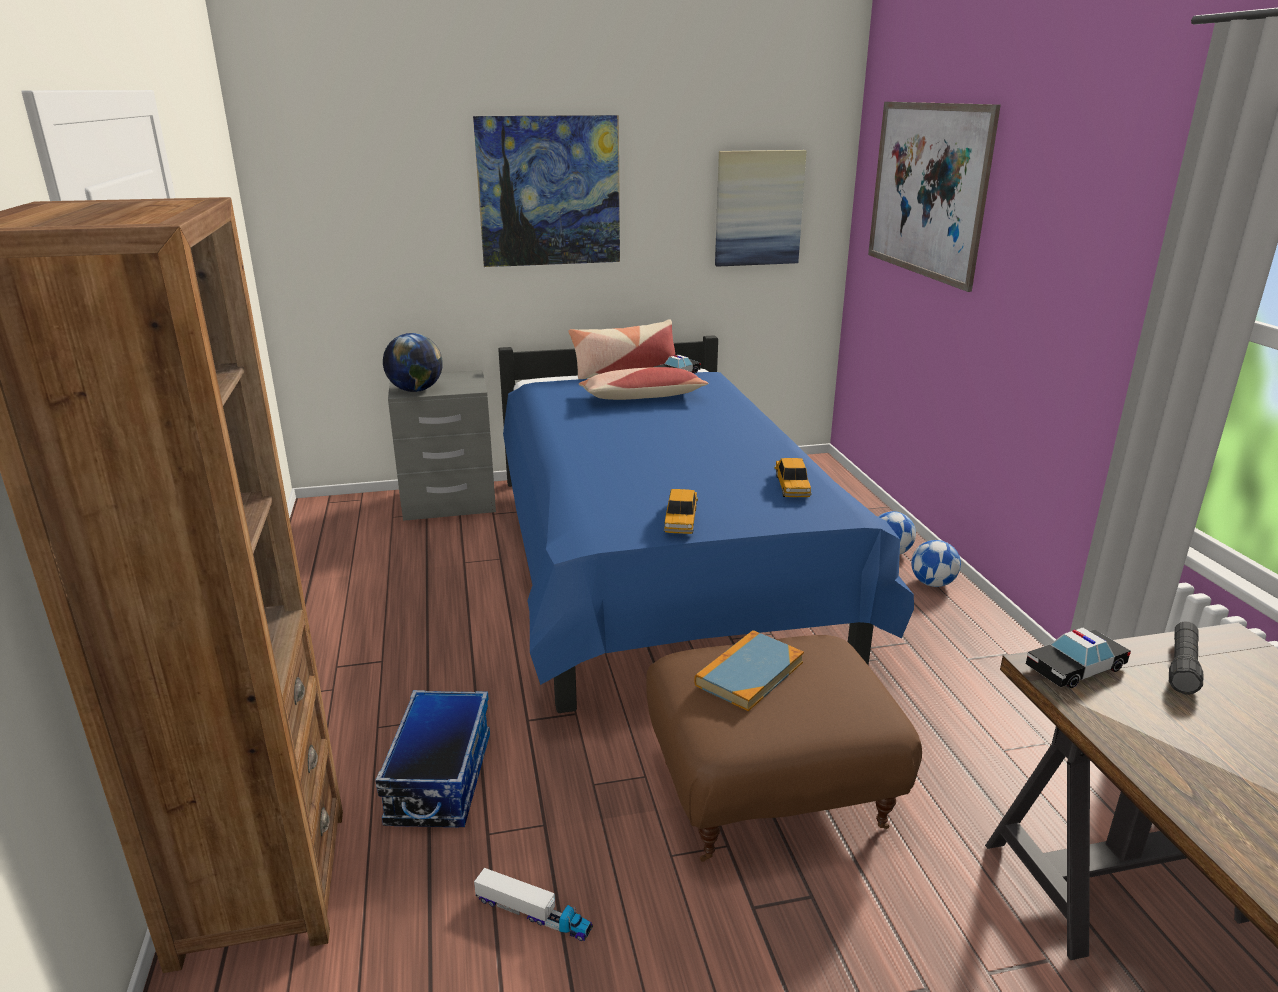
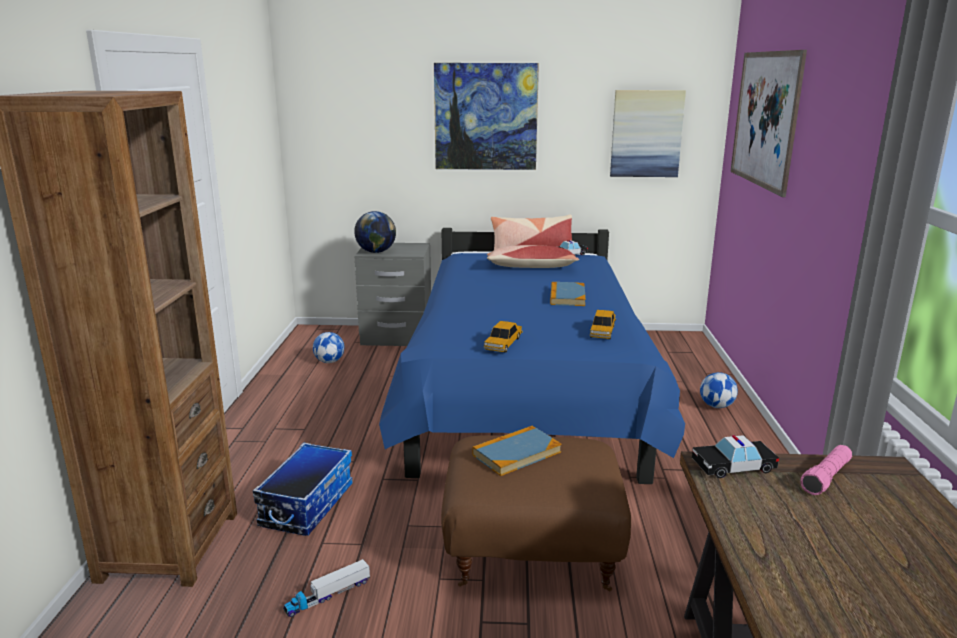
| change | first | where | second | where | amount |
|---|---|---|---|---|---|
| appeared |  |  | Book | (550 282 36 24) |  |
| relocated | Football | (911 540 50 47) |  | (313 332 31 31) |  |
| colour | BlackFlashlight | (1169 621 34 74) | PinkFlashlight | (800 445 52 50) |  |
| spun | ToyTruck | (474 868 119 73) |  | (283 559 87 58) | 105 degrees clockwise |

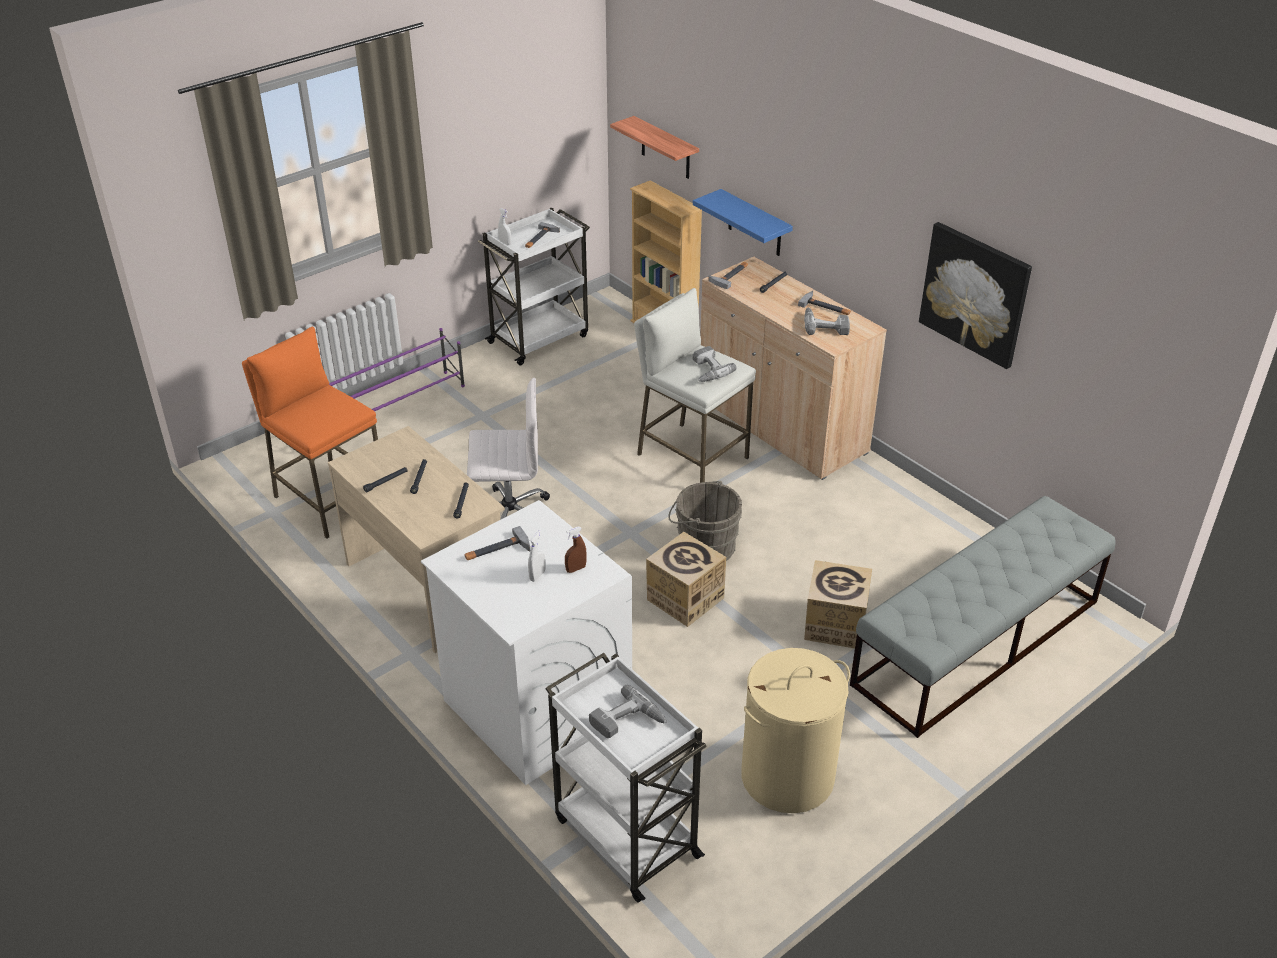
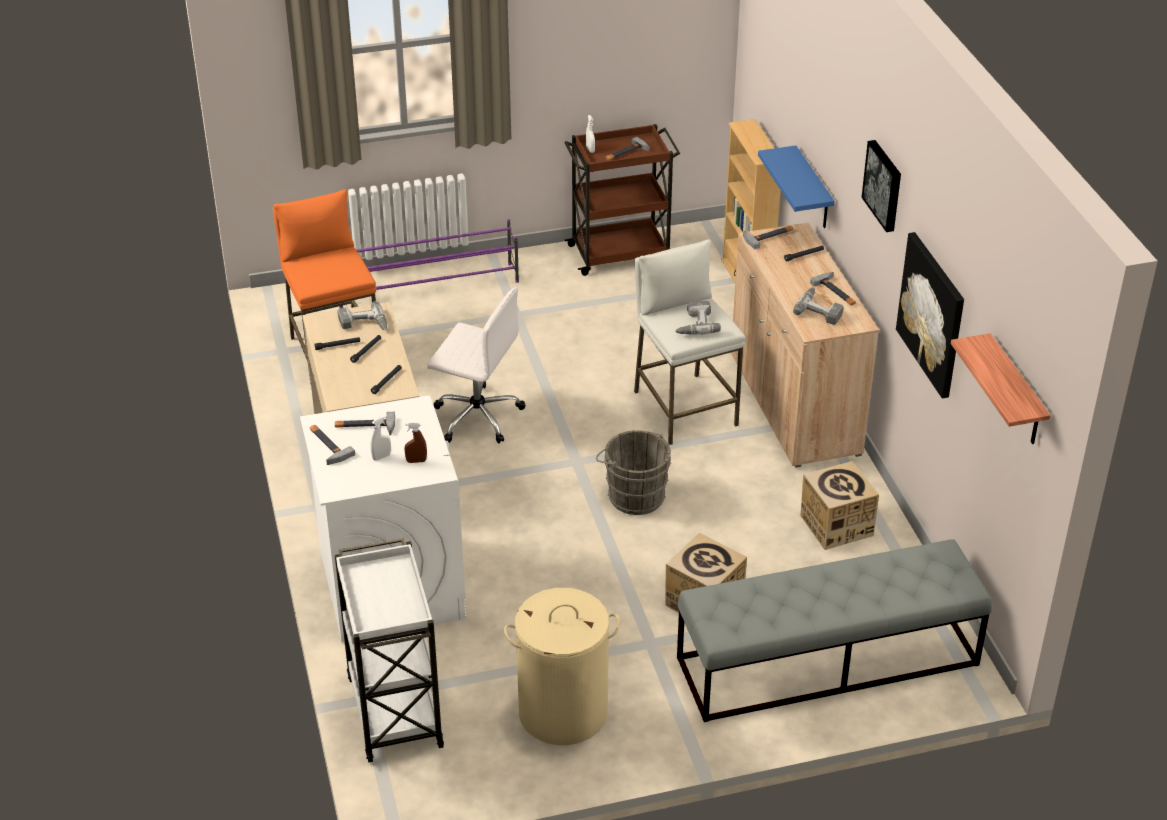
| change | first | where | second | where | amount |
|---|---|---|---|---|---|
| appeared |  |  | Hammer | (310 425 45 40) |  |
| appeared |  |  | Picture | (861 140 40 92) |  |
| relocated | PowerDrill | (589 685 78 53) |  | (337 301 50 29) |  |
| relocated | Shelf | (610 116 89 63) |  | (951 333 100 111) |  |
| relocated | CardboardBox | (646 532 80 95) |  | (800 461 79 89) |  |
| colour | WhiteCart | (478 208 112 157) | BrownCart | (564 124 116 152) |  |

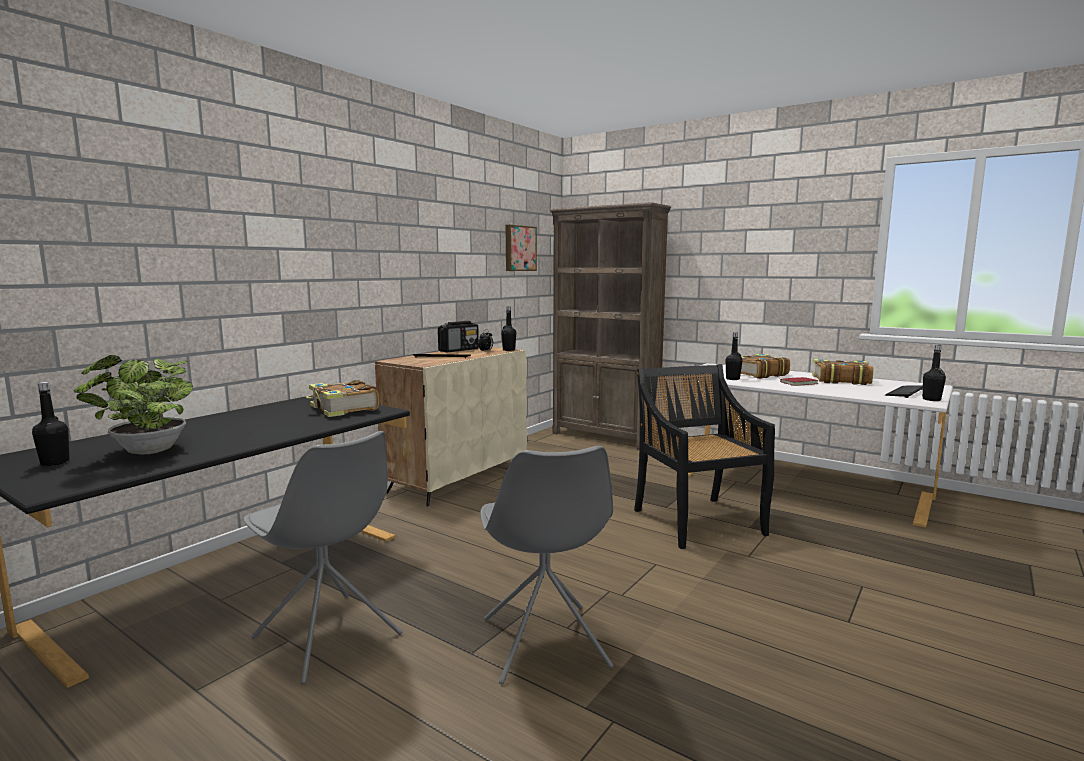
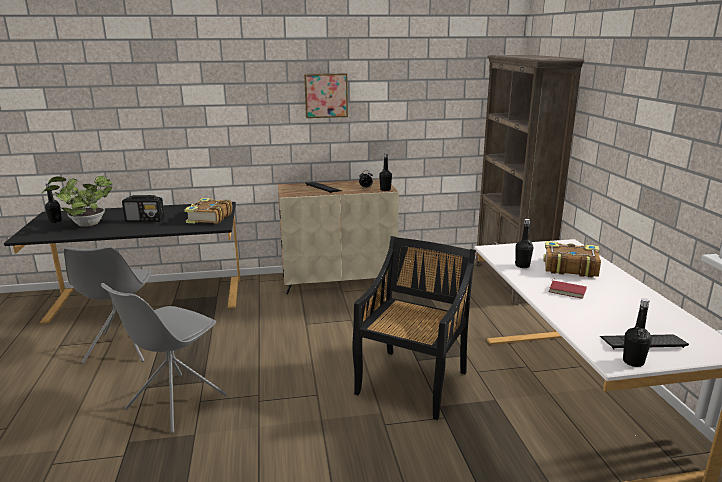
| change | first | where | second | where | amount |
|---|---|---|---|---|---|
| missing | Book | (812 359 62 26) |  |  |  |
| relocated | Radio | (438 321 41 32) |  | (122 195 43 27) |  |
| relocated | Picture | (506 225 31 46) |  | (304 73 44 45) |  |

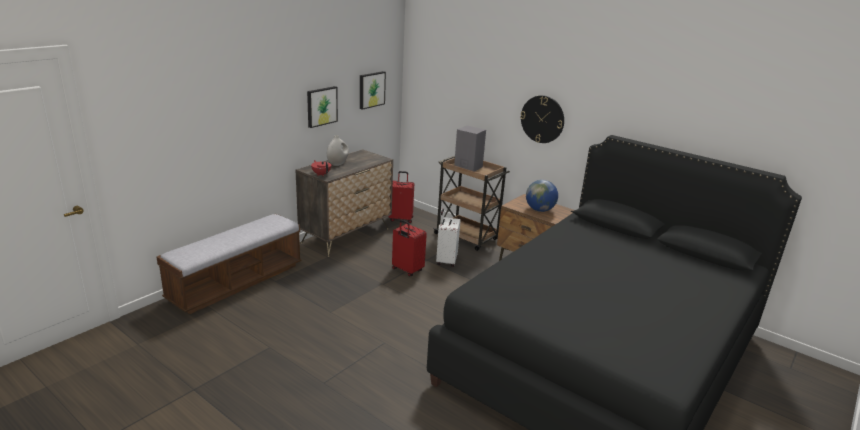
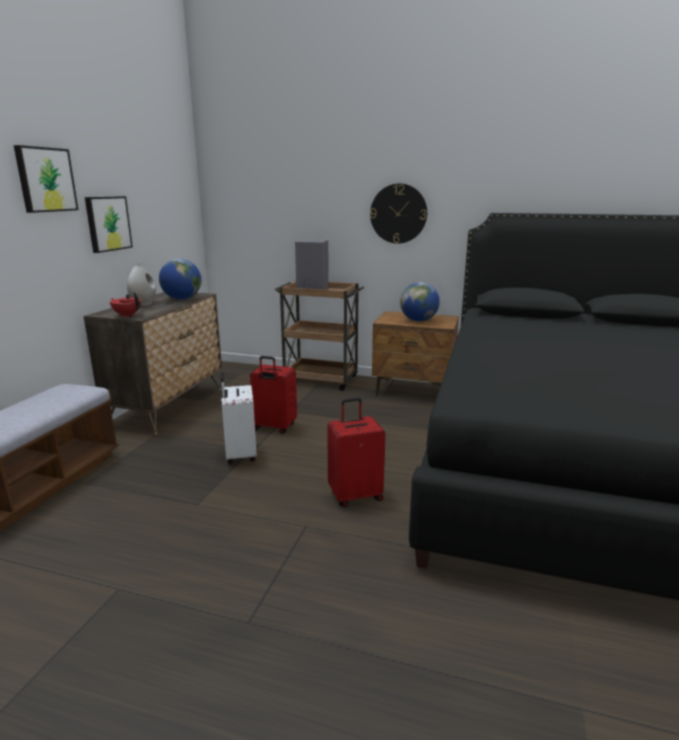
| change | first | where | second | where | amount |
|---|---|---|---|---|---|
| appeared |  |  | Globe | (159 259 42 41) |  |
| relocated | Picture | (360 71 26 39) |  | (14 145 64 68) |  |
| relocated | RedSuitcase | (388 171 26 52) |  | (327 397 58 110) |  |
| relocated | WhiteSuitcase | (436 209 25 58) |  | (221 372 36 92) |  |

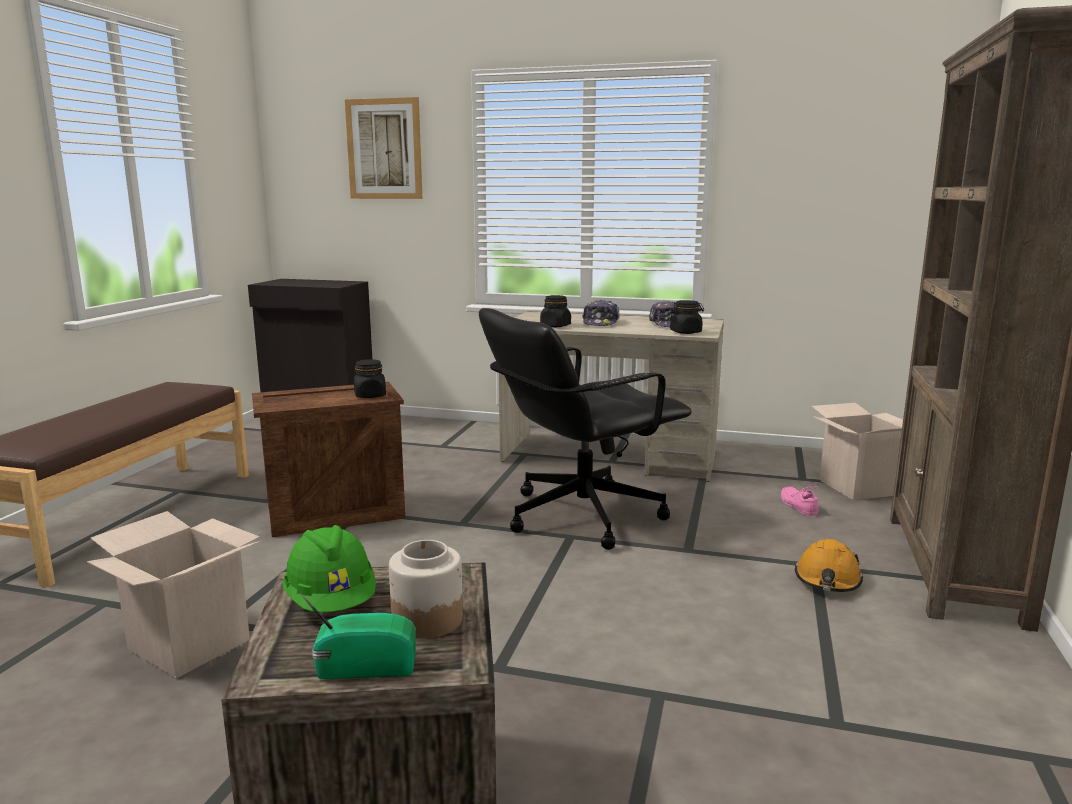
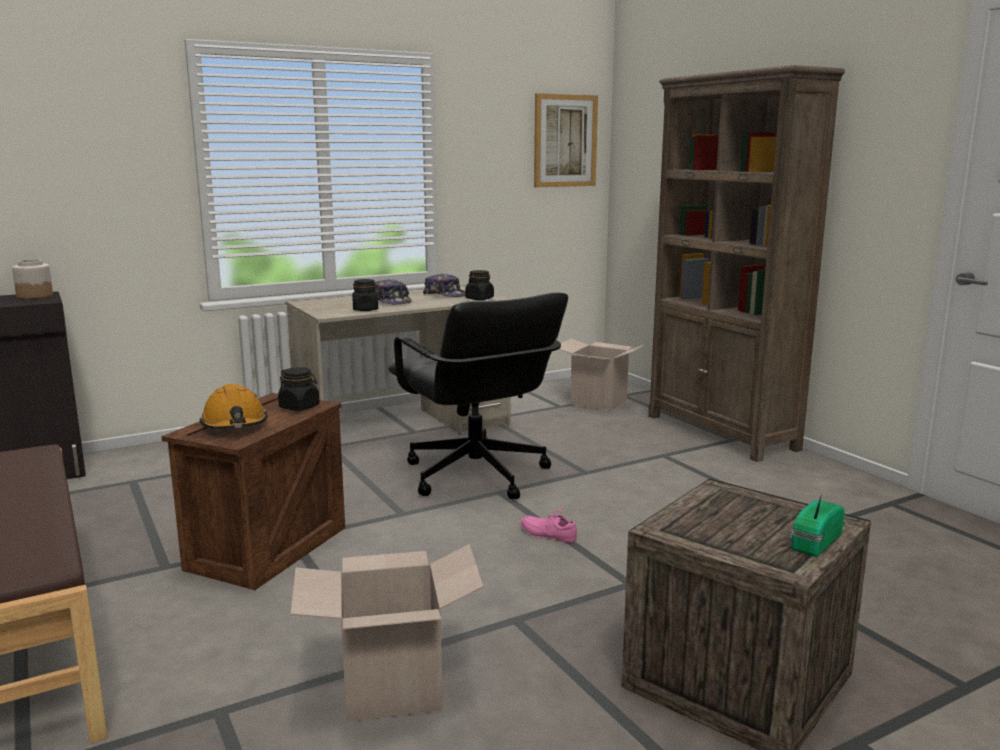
| change | first | where | second | where | amount |
|---|---|---|---|---|---|
| missing | GreenHardHat | (283 525 93 88) |  |  |  |
| relocated | Picture | (345 97 77 102) |  | (534 93 64 94) |  |
| relocated | Jar | (389 540 74 99) |  | (12 259 41 40) |  |
| relocated | PinkShoe | (781 482 38 34) |  | (521 503 56 40) |  |
| relocated | OrangeHardHat | (795 539 68 53) |  | (199 384 68 45) |  |
| spun | BlackOfficeChair | (479 308 213 242) |  | (388 292 180 207) | 45 degrees counterclockwise |

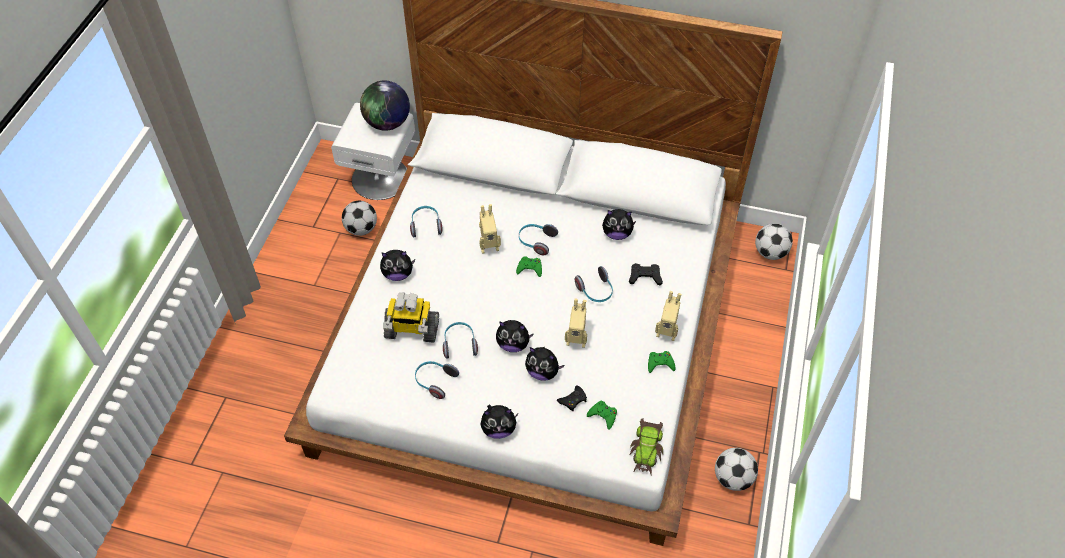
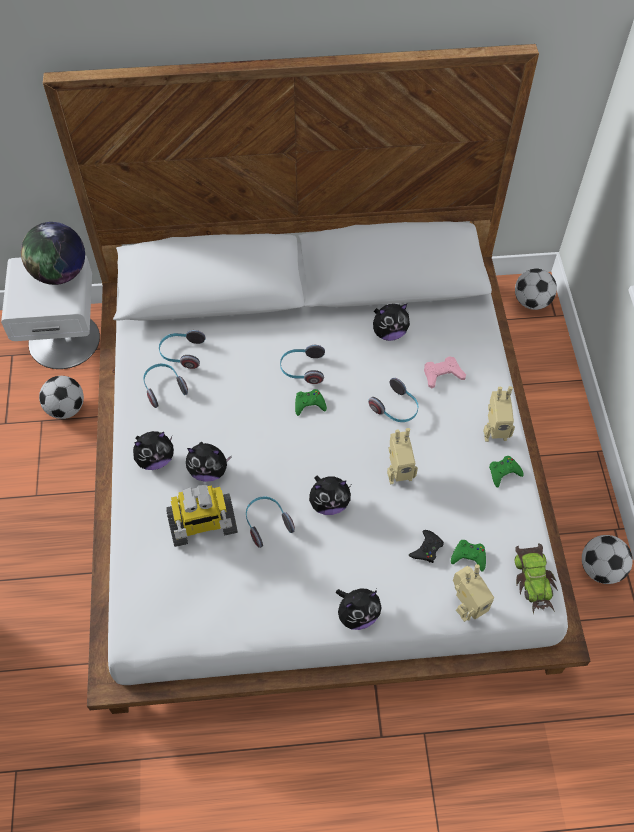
| change | first | where | second | where | amount |
|---|---|---|---|---|---|
| relocated | Headphones | (415 361 44 38) |  | (159 330 47 39) |  |
| relocated | ToyRobot | (479 204 22 50) |  | (453 564 41 58) |  |
| relocated | PlushToy | (525 347 39 34) |  | (186 442 46 40) |  |
| colour | BlackGameController | (629 263 34 23) | PinkGameController | (424 356 42 33) |  |

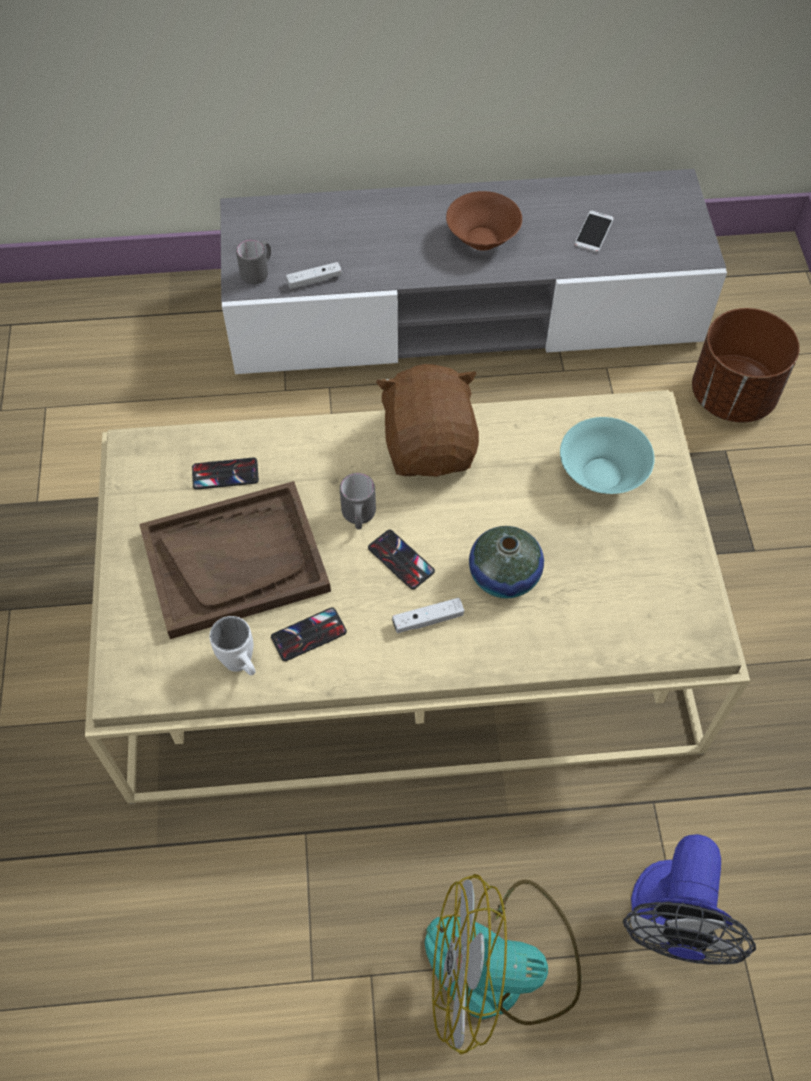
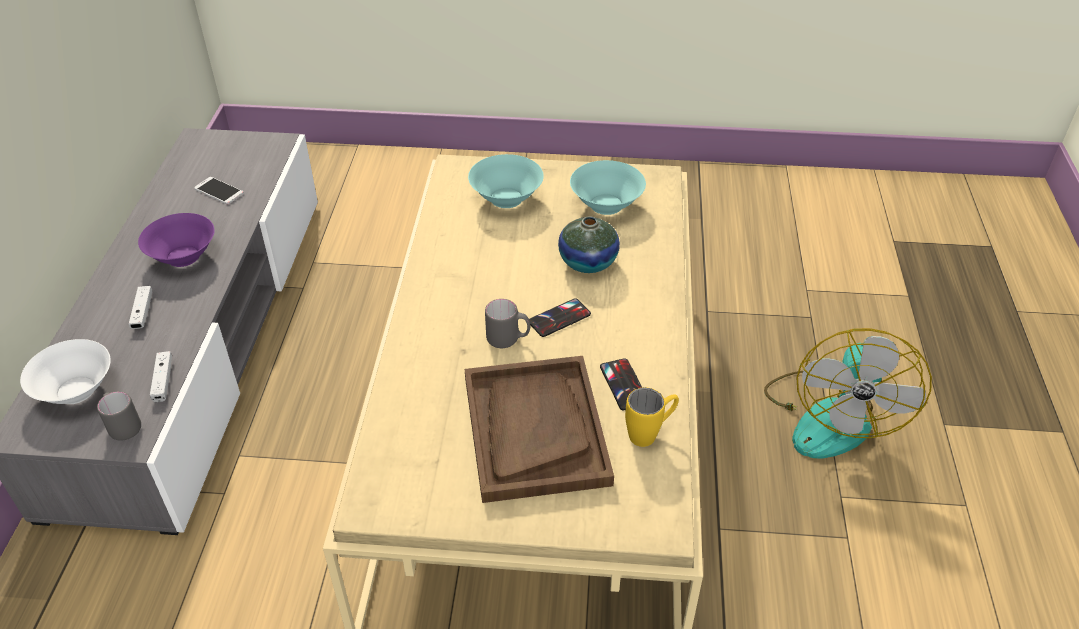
| change | first | where | second | where | amount |
|---|---|---|---|---|---|
| missing | Phone | (192 458 67 32) |  |  |  |
| missing | BrownPlushToy | (376 364 103 113) |  |  |  |
| missing | Fan | (623 834 133 130) |  |  |  |
| missing | BrownPlanter | (692 308 108 114) |  |  |  |
| appeared |  |  | WhiteBowl | (20 339 91 65) |  |
| appeared |  |  | TurquoiseBowl | (570 160 76 55) |  |
| relocated | WhiteGameController | (392 598 72 35) |  | (129 286 23 43) |  |
| colour | WhiteMug | (210 616 45 59) | YellowMug | (625 387 54 60) |  |
| colour | BrownBowl | (446 191 76 60) | PurpleBowl | (138 213 77 54) |  |

